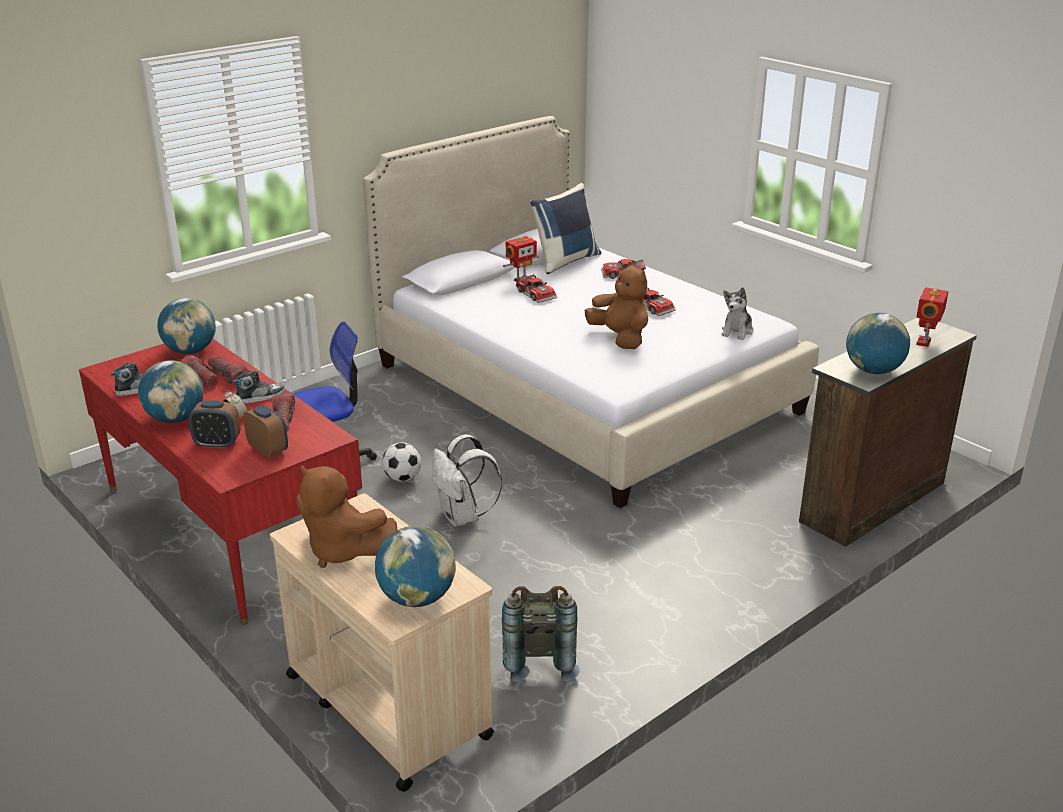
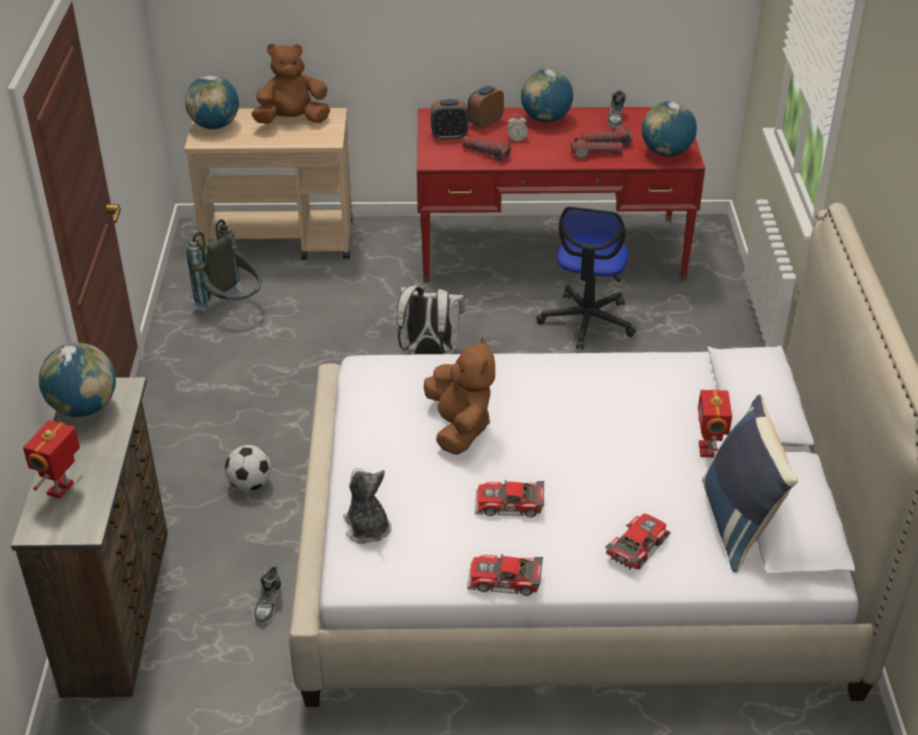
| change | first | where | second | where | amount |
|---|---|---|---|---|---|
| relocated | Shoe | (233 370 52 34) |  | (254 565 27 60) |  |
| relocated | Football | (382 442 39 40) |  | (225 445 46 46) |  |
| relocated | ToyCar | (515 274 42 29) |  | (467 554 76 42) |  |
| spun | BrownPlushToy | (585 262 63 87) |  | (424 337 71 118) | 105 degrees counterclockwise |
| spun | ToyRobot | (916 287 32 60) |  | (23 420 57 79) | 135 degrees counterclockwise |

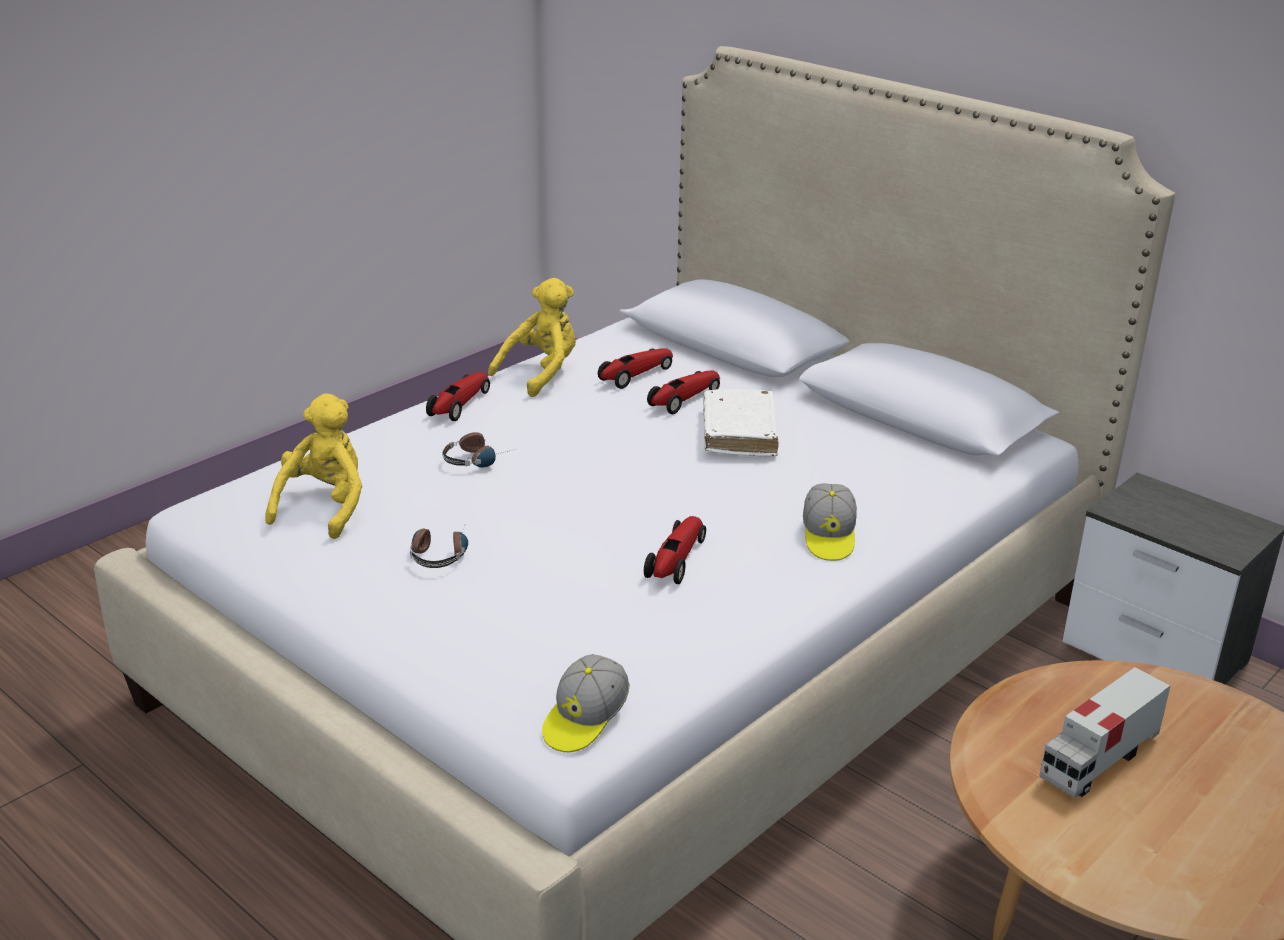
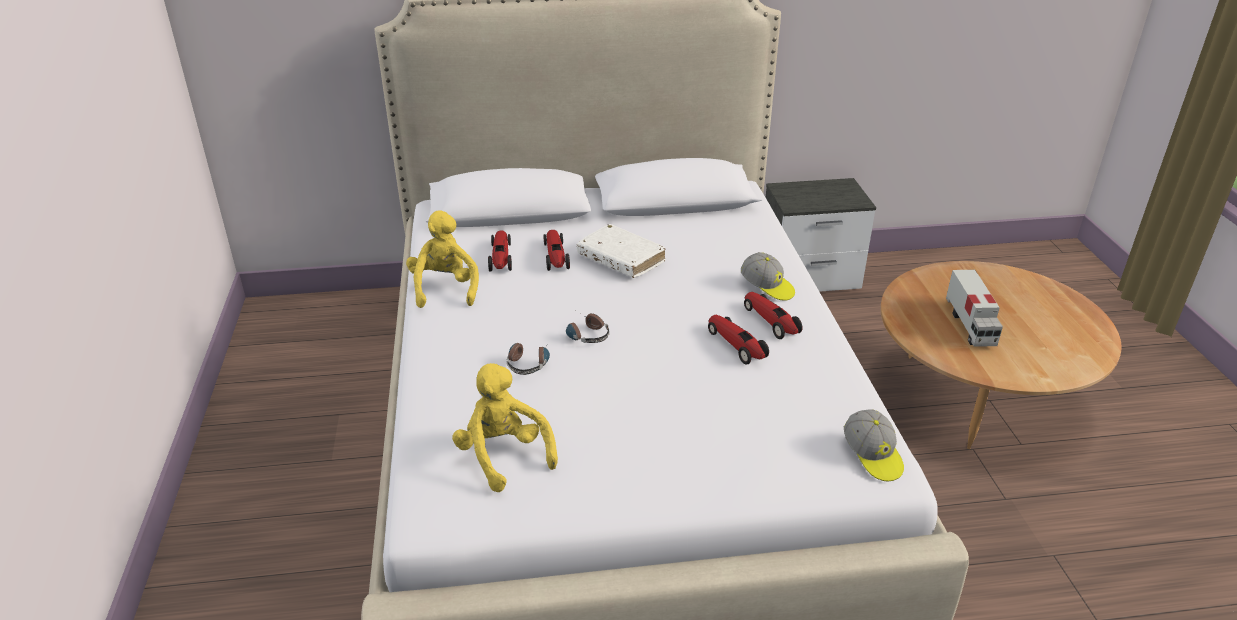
| change | first | where | second | where | amount |
|---|---|---|---|---|---|
| relocated | Headphones | (410 528 58 40) |  | (566 311 43 32) |  |
| relocated | ToyCar | (426 372 64 49) |  | (744 292 58 47) |  |

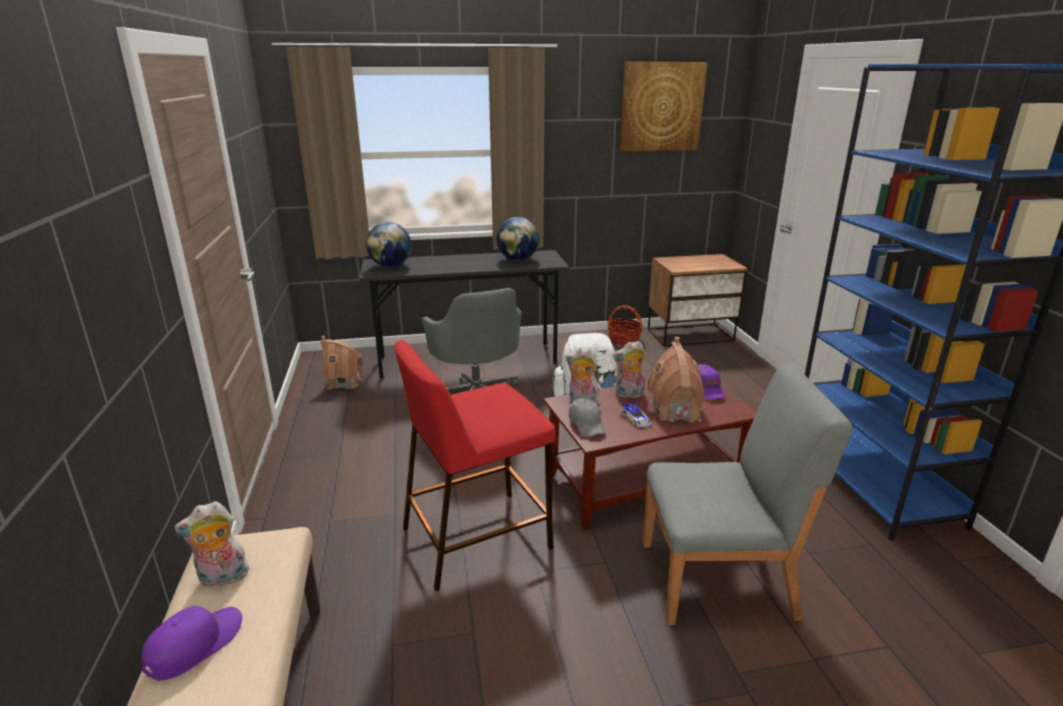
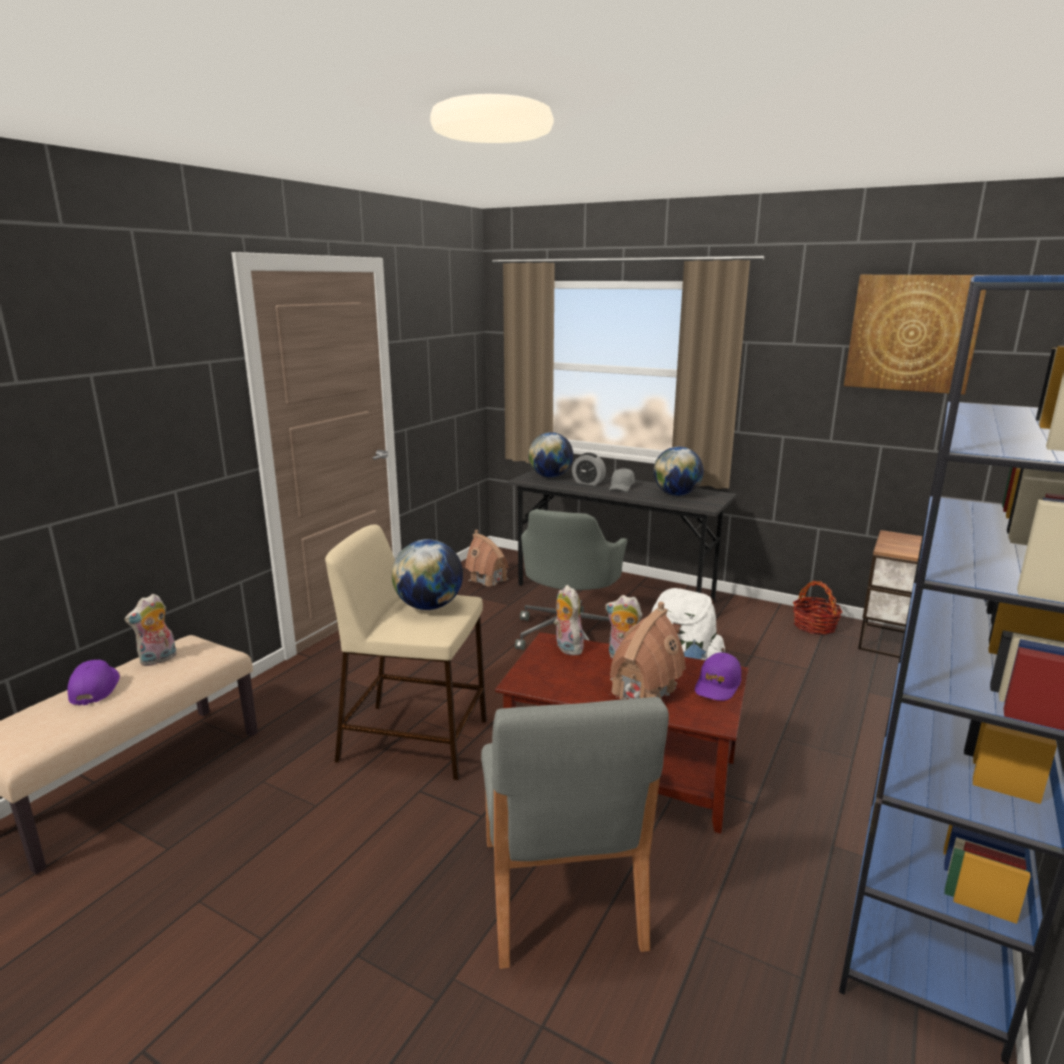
| change | first | where | second | where | amount |
|---|---|---|---|---|---|
| missing | ToyCar | (621 402 30 26) |  |  |  |
| appeared |  |  | Globe | (392 539 71 71) |  |
| appeared |  |  | AlarmClock | (572 453 34 32) |  |
| relocated | GreyCap | (569 398 37 39) |  | (609 468 26 24) |  |
| colour | RedStool | (395 340 161 251) | BeigeStool | (325 525 162 255) |  |
| spun | PurpleCap | (141 606 101 75) |  | (67 660 53 46) | 90 degrees counterclockwise |
| spun | PlushToy | (174 501 76 87) |  | (125 594 52 72) | 75 degrees counterclockwise |
| spun | GreyChair | (643 365 209 260) |  | (481 697 188 272) | 45 degrees clockwise |

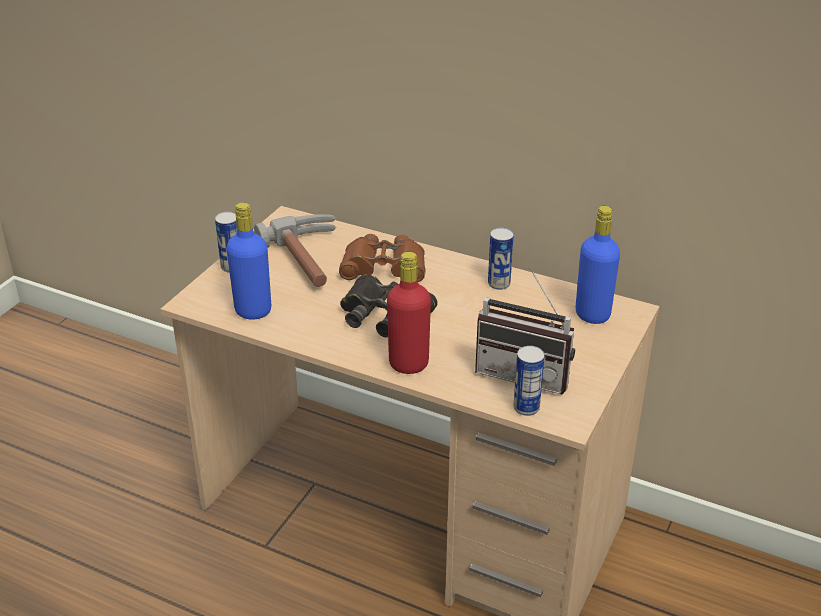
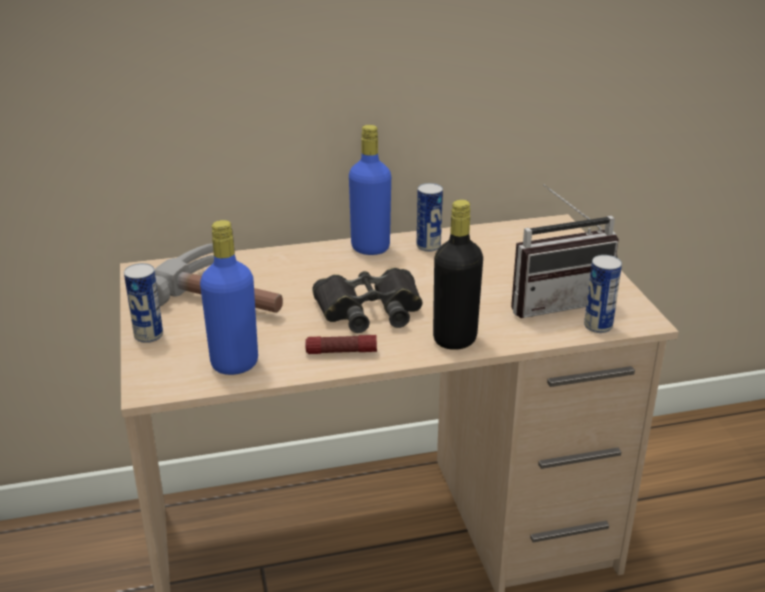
| change | first | where | second | where | amount |
|---|---|---|---|---|---|
| missing | BrownBinoculars | (339 234 87 48) |  |  |  |
| appeared |  |  | Flashlight | (305 335 72 19) |  |
| relocated | BlueBottle | (576 206 44 118) |  | (349 125 42 130) |  |
| colour | RedBottle | (387 252 44 122) | BlackBottle | (433 200 50 150) |  |

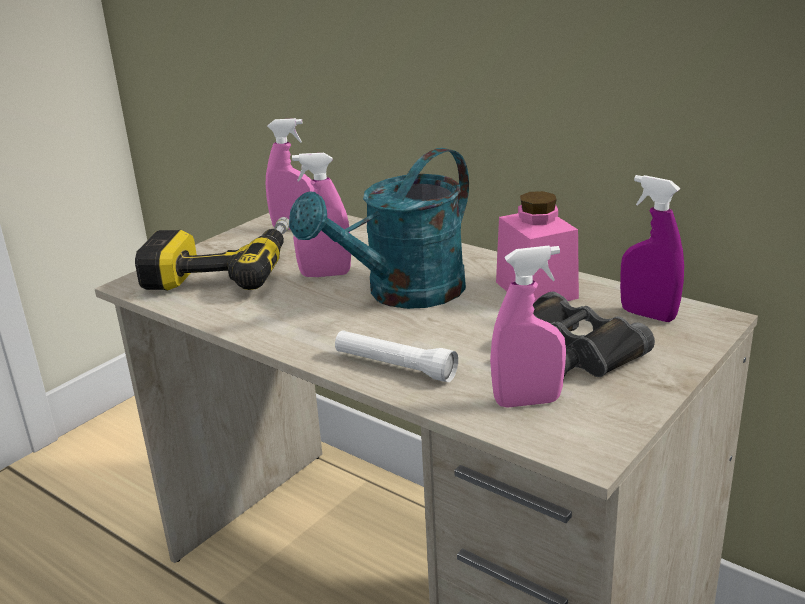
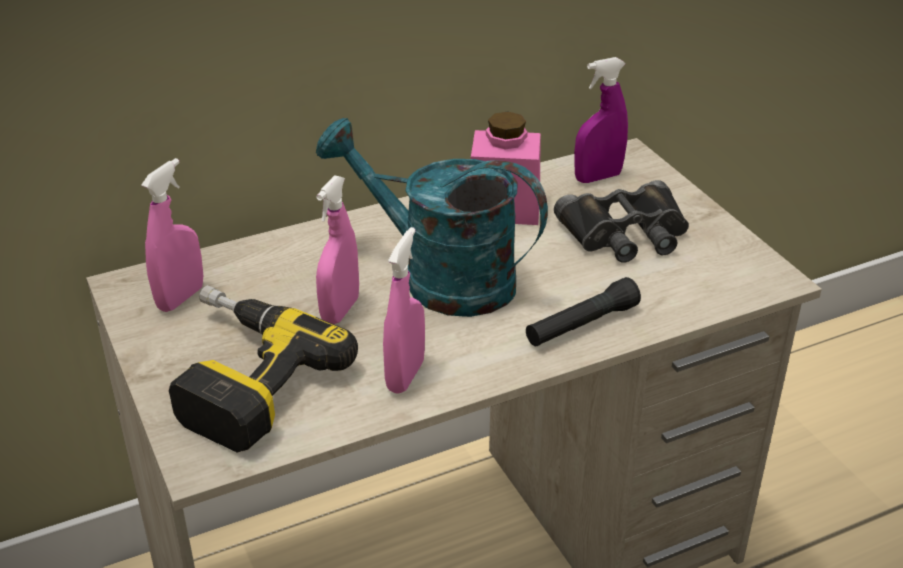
| change | first | where | second | where | amount |
|---|---|---|---|---|---|
| relocated | PinkSprayBottle | (490 245 76 163) |  | (383 227 42 167) |  |
| colour | WhiteFlashlight | (335 330 123 52) | BlackFlashlight | (526 277 115 69) |  |
| spun | TurquoiseWateringCan | (289 148 180 161) |  | (316 118 232 199) | 135 degrees clockwise |

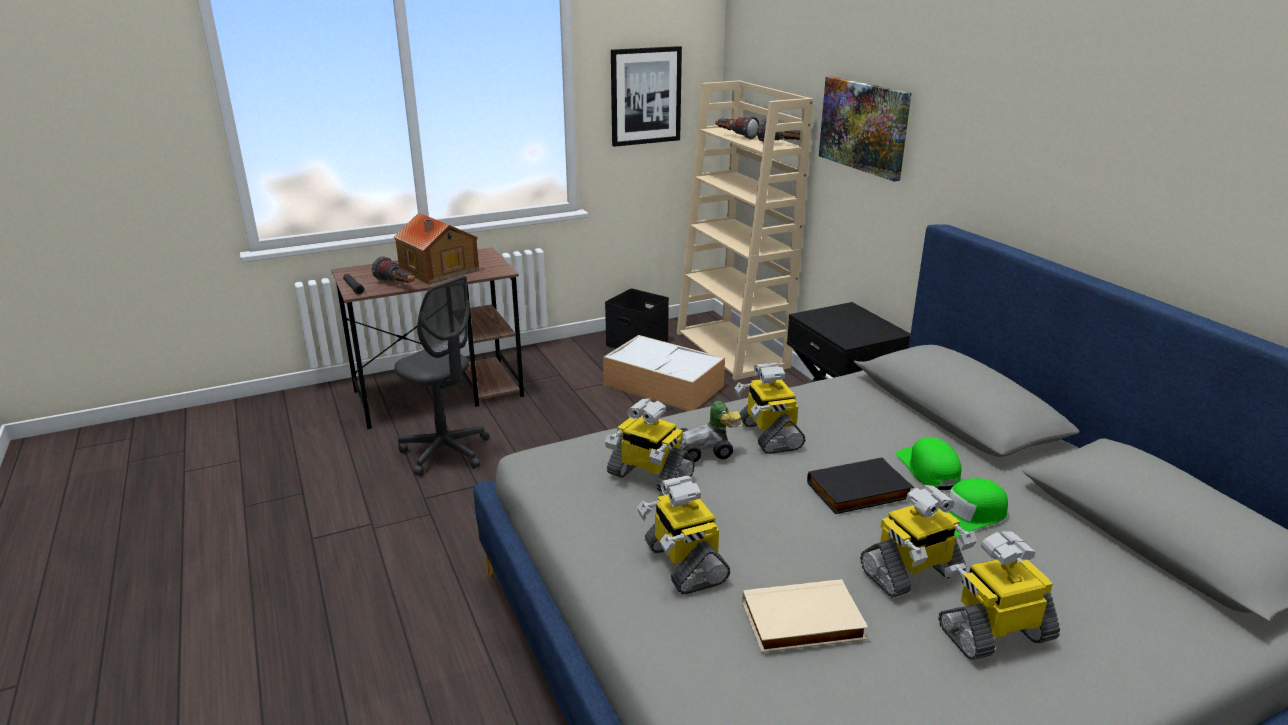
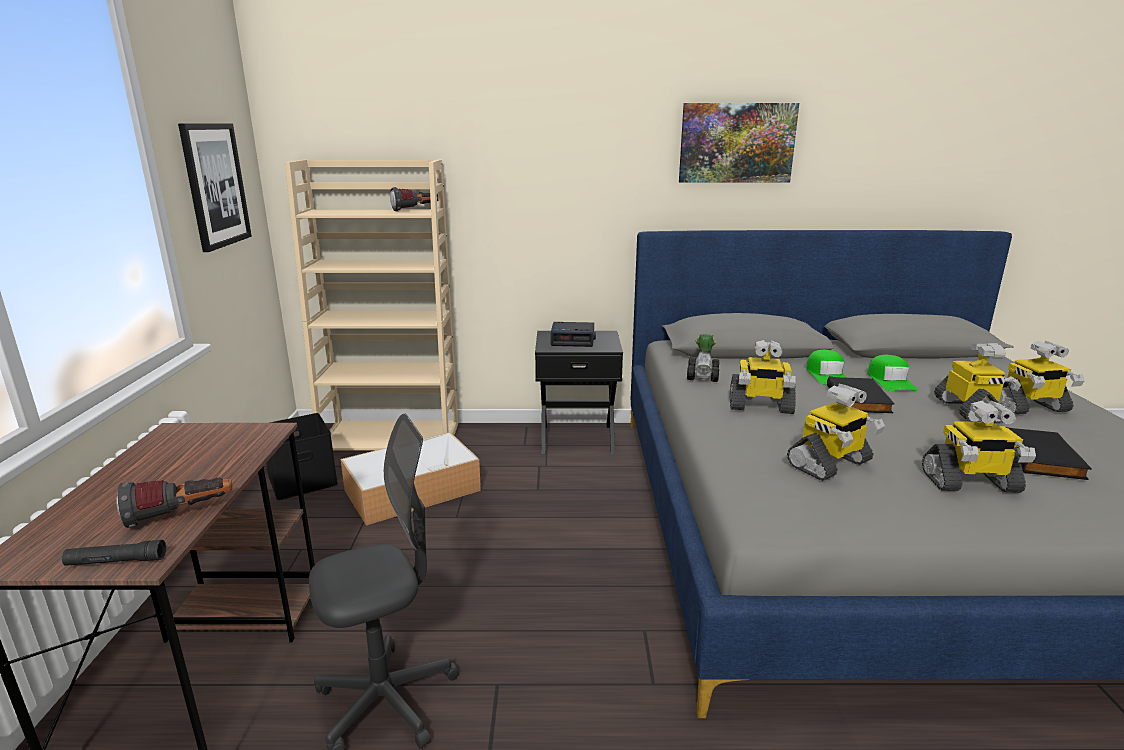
| change | first | where | second | where | amount |
|---|---|---|---|---|---|
| missing | ToyHouse | (394 213 85 72) |  |  |  |
| missing | Flashlight | (716 116 43 23) |  |  |  |
| appeared |  |  | AlarmClock | (550 322 46 25) |  |
| relocated | ToyCar | (679 401 63 62) |  | (687 334 32 48) |  |
| relocated | Picture | (819 76 92 105) |  | (679 103 120 79) |  |
| colour | BeigeBook | (742 579 126 74) | BlackBook | (1006 427 86 53) |  |
| spun | GreenCap | (896 437 66 53) |  | (806 350 41 35) | 105 degrees counterclockwise |
| spun | ToyRobot | (938 531 122 129) |  | (998 341 87 73) | 105 degrees counterclockwise |

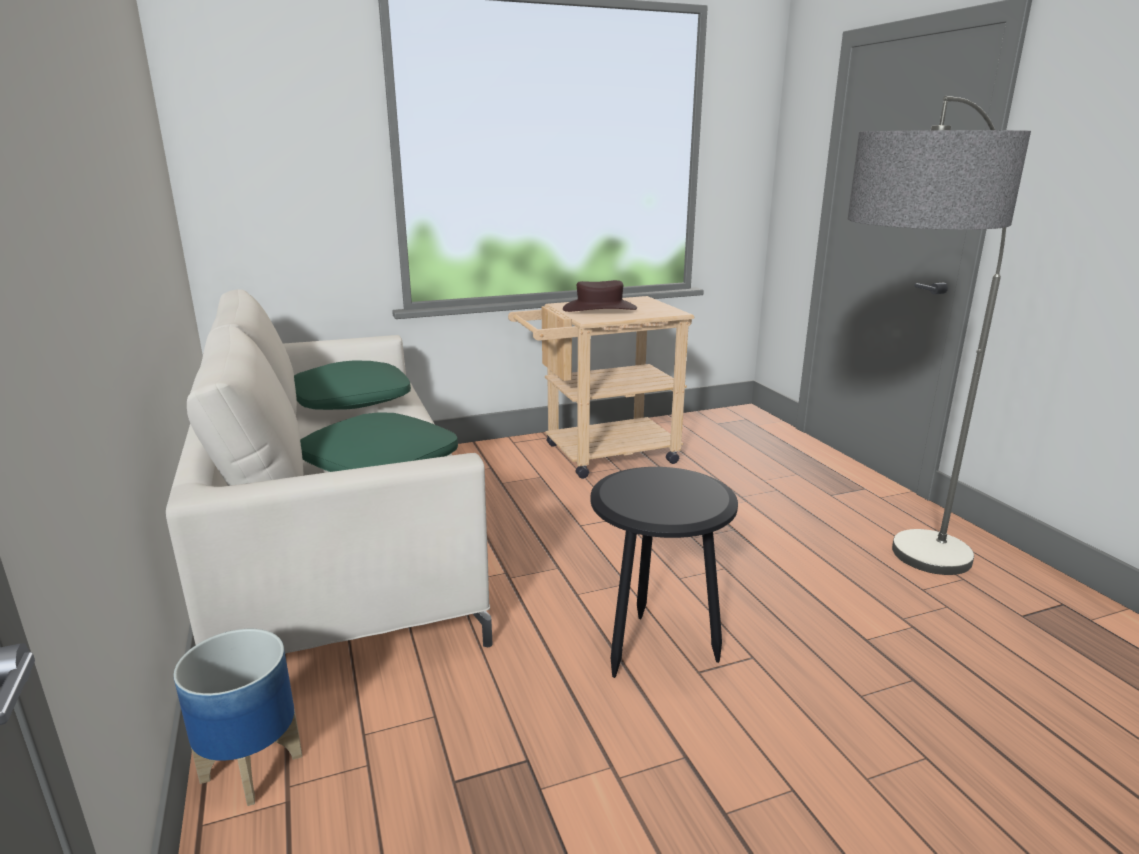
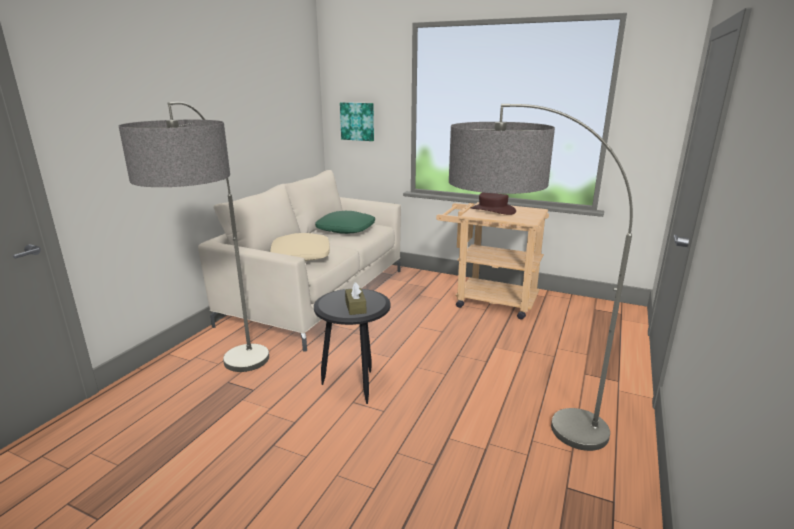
| change | first | where | second | where | amount |
|---|---|---|---|---|---|
| missing | Planter | (174 629 128 177) |  |  |  |
| appeared |  |  | FloorLamp | (119 102 150 270) |  |
| appeared |  |  | Picture | (340 102 34 39) |  |
| appeared |  |  | BrownTissueBox | (345 283 22 32) |  |
| colour | GreenPillow | (300 412 158 60) | BeigePillow | (270 233 60 28) |  |

